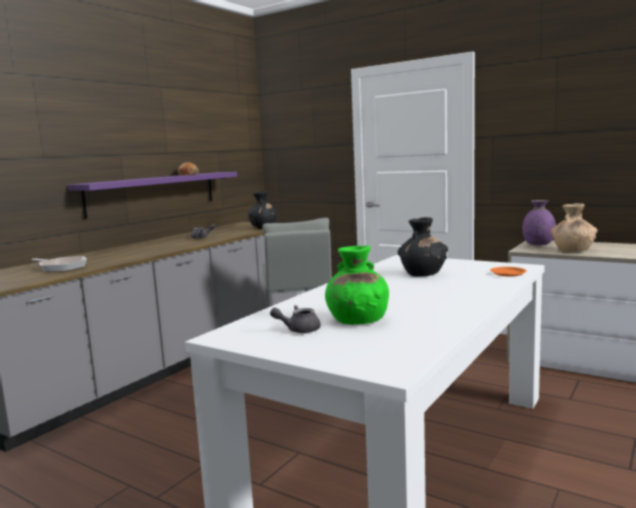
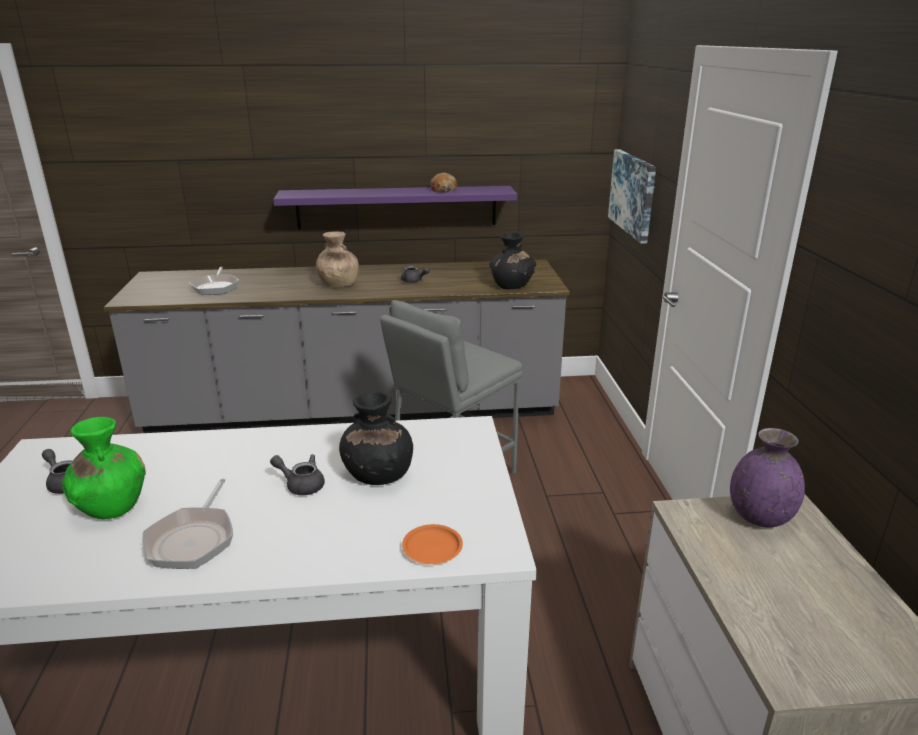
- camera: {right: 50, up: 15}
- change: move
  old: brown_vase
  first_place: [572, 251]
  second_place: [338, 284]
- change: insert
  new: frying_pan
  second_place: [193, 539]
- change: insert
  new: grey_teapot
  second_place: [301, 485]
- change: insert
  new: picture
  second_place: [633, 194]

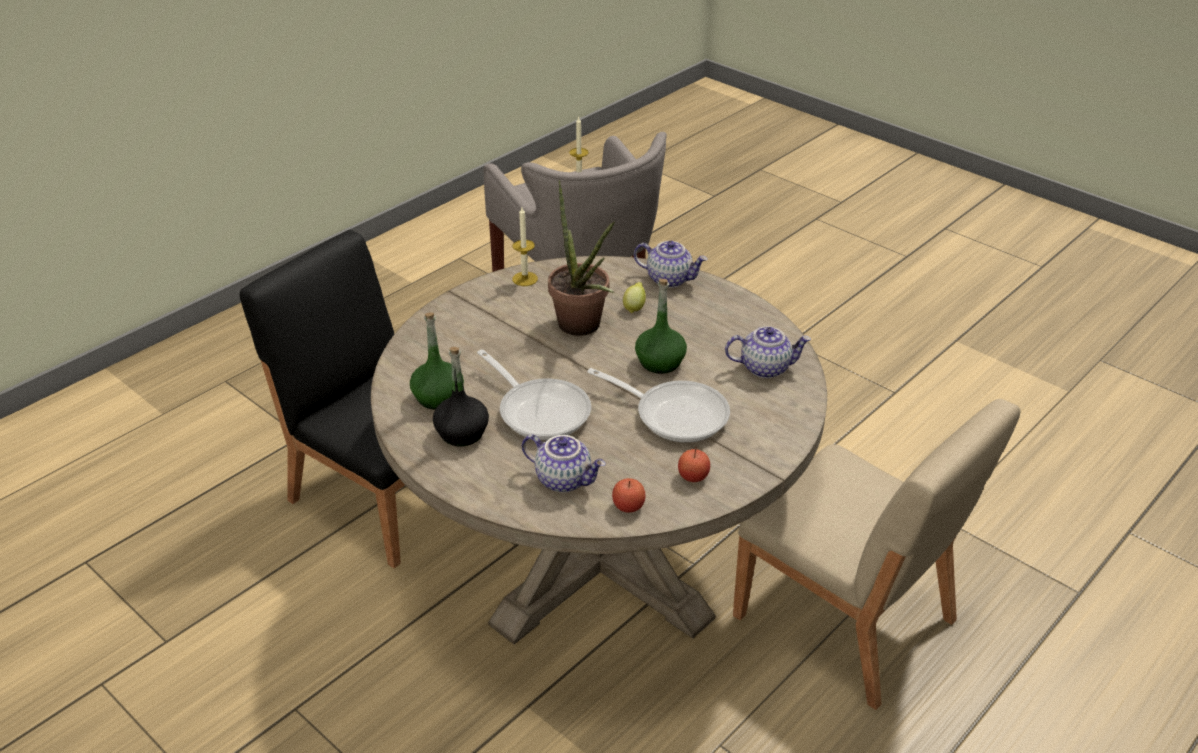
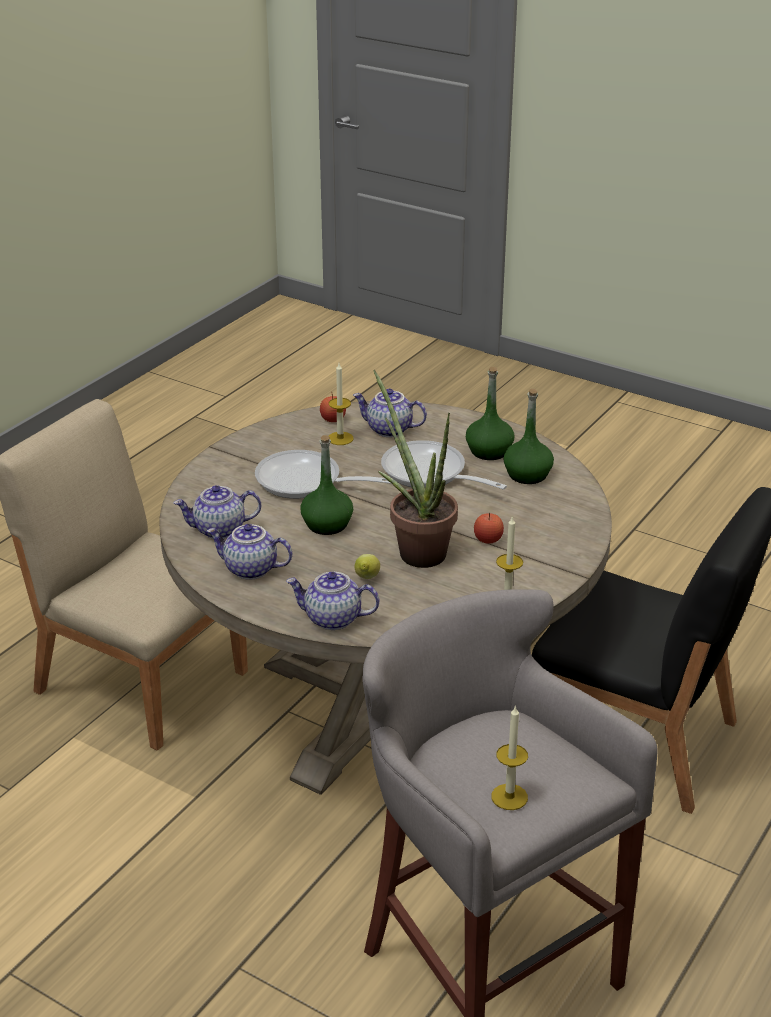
- camera: {right: 170, up: -5}
- change: recolor
  old: black_bottle
  new: green_bottle
  first_place: [462, 433]
  second_place: [489, 451]
- change: move
  old: apple
  first_place: [693, 476]
  second_place: [488, 539]
- change: insert
  new: teapot
  second_place: [249, 570]
- change: insert
  new: candle
  second_place: [340, 438]

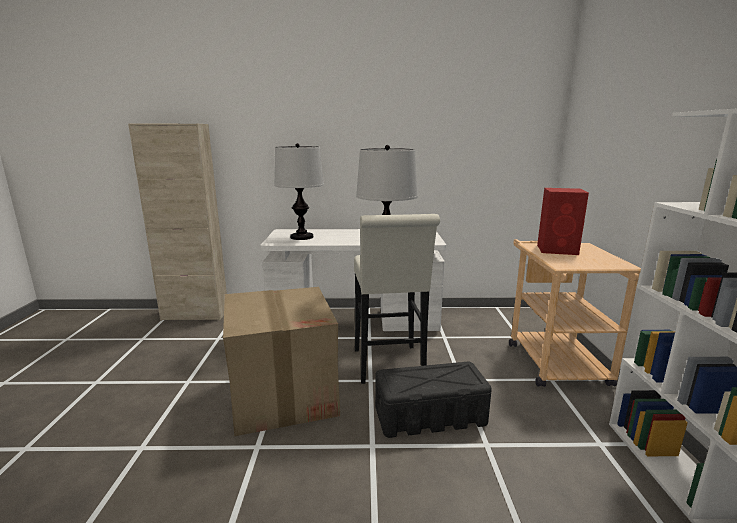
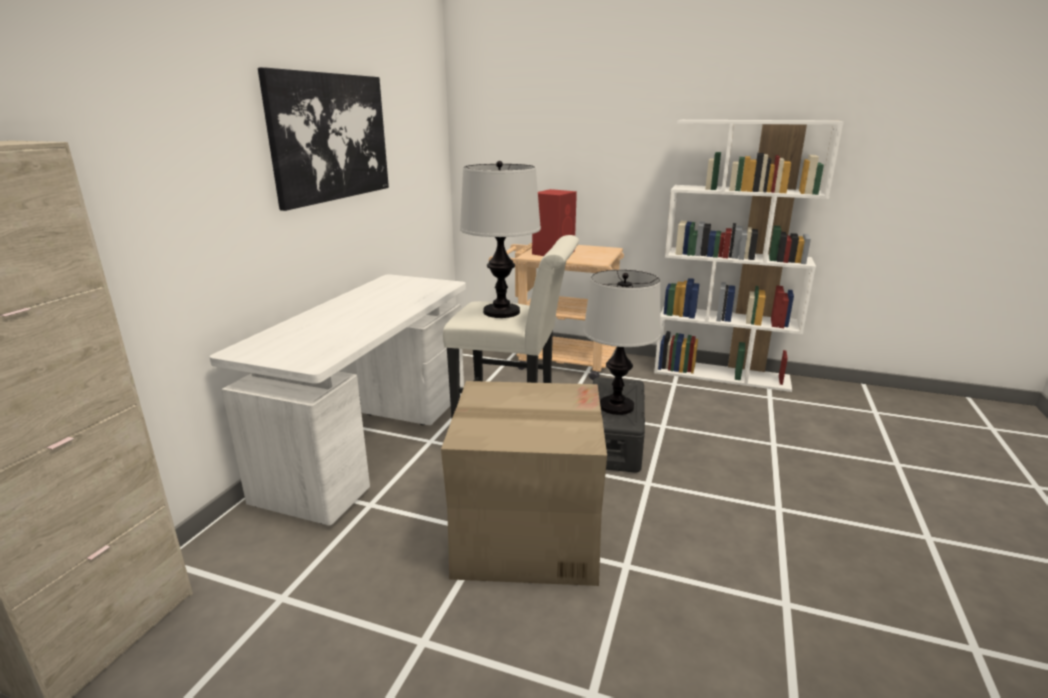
- camera: {right: -70, up: 5}
- change: move
  old: table_lamp
  first_place: [302, 237]
  second_place: [616, 406]
- change: insert
  new: picture
  second_place: [330, 137]

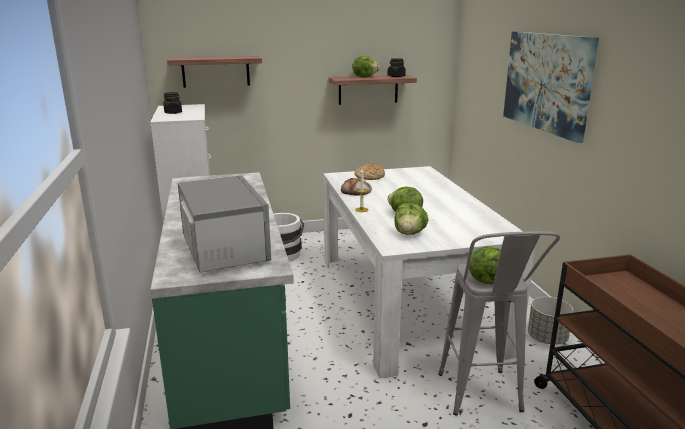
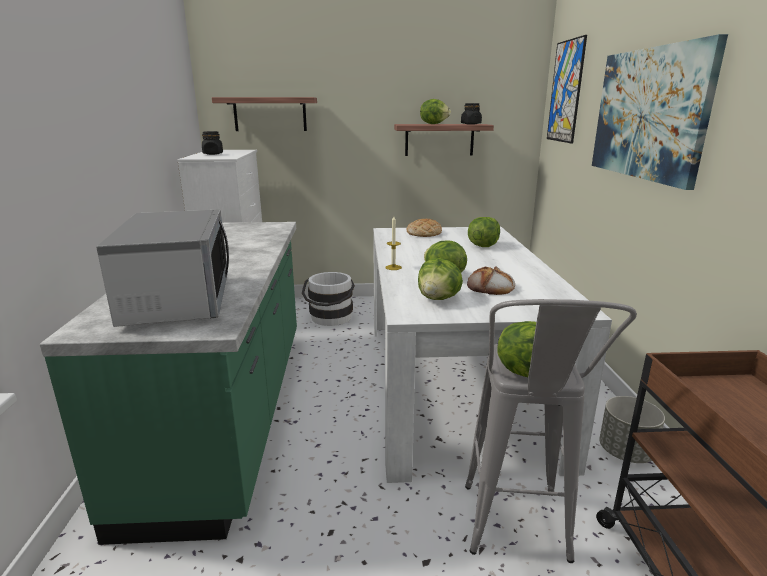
- camera: {right: 10, up: 0}
- change: move
  old: bread
  first_place: [356, 191]
  second_place: [491, 287]
- change: insert
  new: lettuce
  second_place: [482, 246]
- change: insert
  new: picture
  second_place: [565, 91]

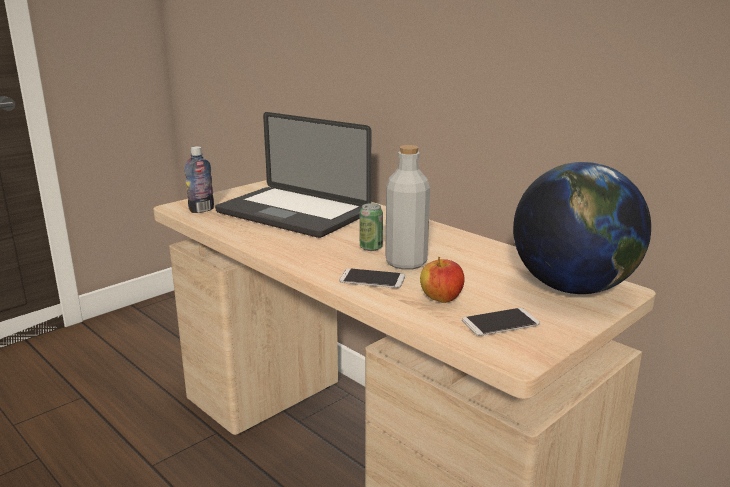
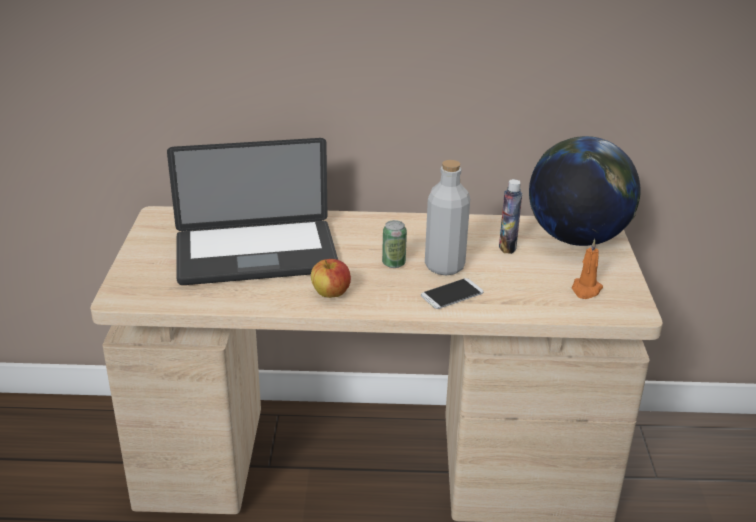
- camera: {right: -45, up: 10}
- change: move
  old: bottle
  first_place: [201, 210]
  second_place: [507, 247]
- change: move
  old: apple
  first_place: [441, 299]
  second_place: [331, 294]
- change: replace
  old: phone
  new: orange_candle
  first_place: [500, 323]
  second_place: [586, 290]

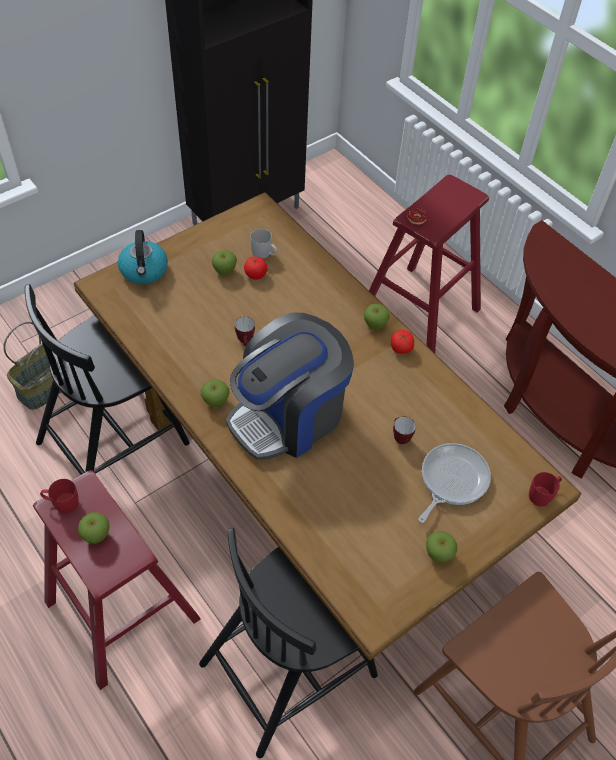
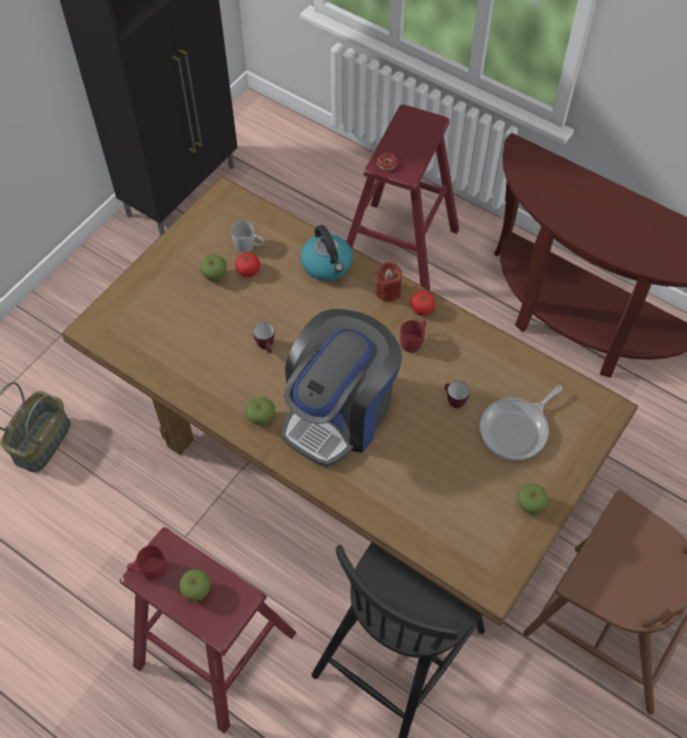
- camera: {right: -15, up: 5}
- change: delete
  old: black_chair
  first_place: [115, 440]
- change: move
  old: kettle
  first_place: [144, 271]
  second_place: [327, 265]
- change: replace
  old: apple
  new: red_candle
  first_place: [375, 325]
  second_place: [388, 292]
- change: rotate
  old: frying_pan
  first_place: [451, 480]
  second_place: [516, 429]
  degrees: -150
- change: move
  old: red_mug
  first_place: [543, 494]
  second_place: [414, 341]

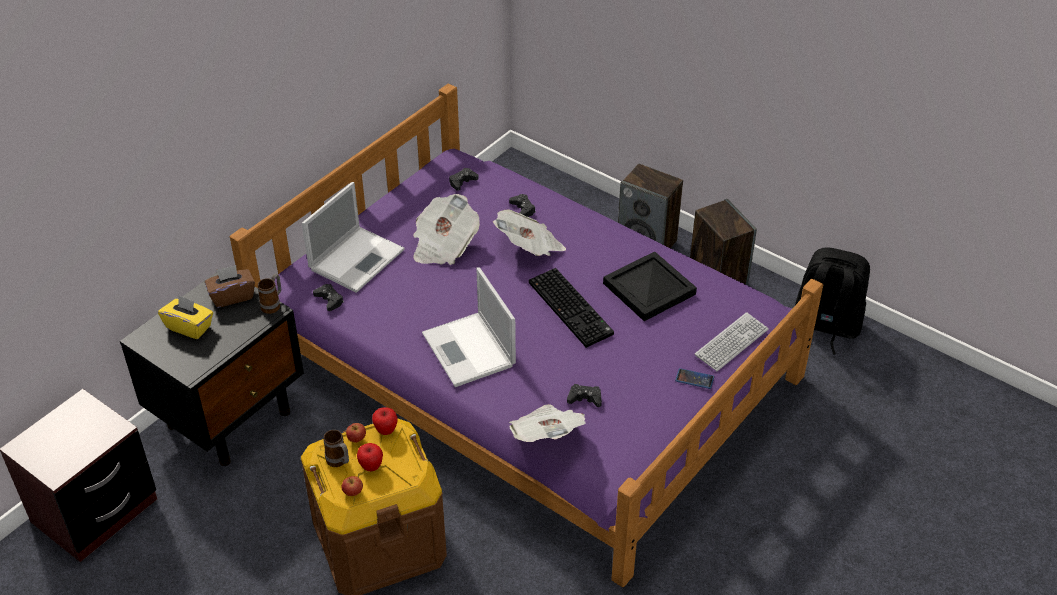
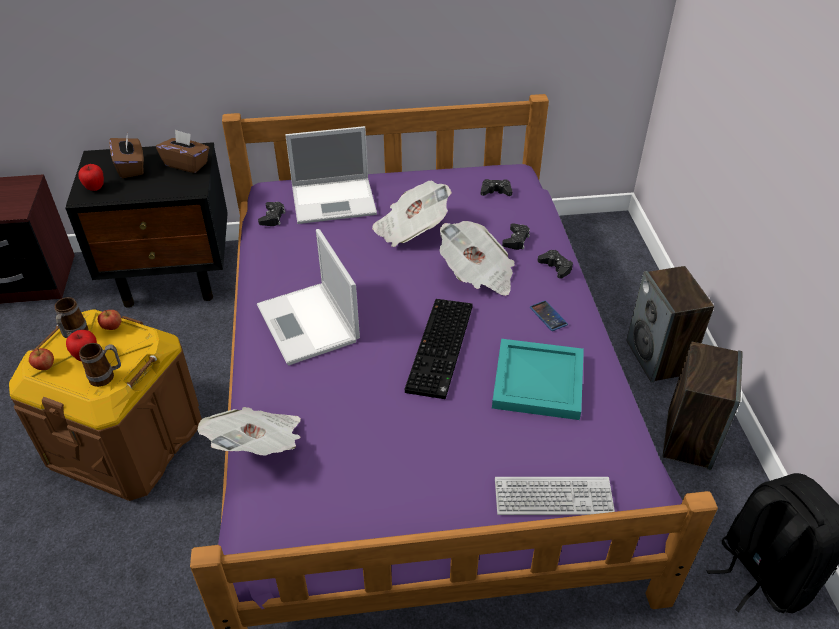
- camera: {right: 45, up: 0}
- change: recolor
  old: yellow_tissue_box
  new: brown_tissue_box
  first_place: [189, 327]
  second_place: [131, 167]
- change: move
  old: mug
  first_place: [273, 305]
  second_place: [107, 377]
- change: move
  old: apple
  first_place: [386, 430]
  second_place: [95, 188]
- change: rotate
  old: laptop
  first_place: [469, 351]
  second_place: [309, 324]
  degrees: -45
- change: move
  old: black_game_controller
  first_place: [585, 398]
  second_place: [555, 267]
- change: recolor
  old: black_tray
  new: turquoise_tray
  first_place: [649, 288]
  second_place: [539, 381]
- change: move
  old: phone
  first_place: [694, 379]
  second_place: [548, 316]

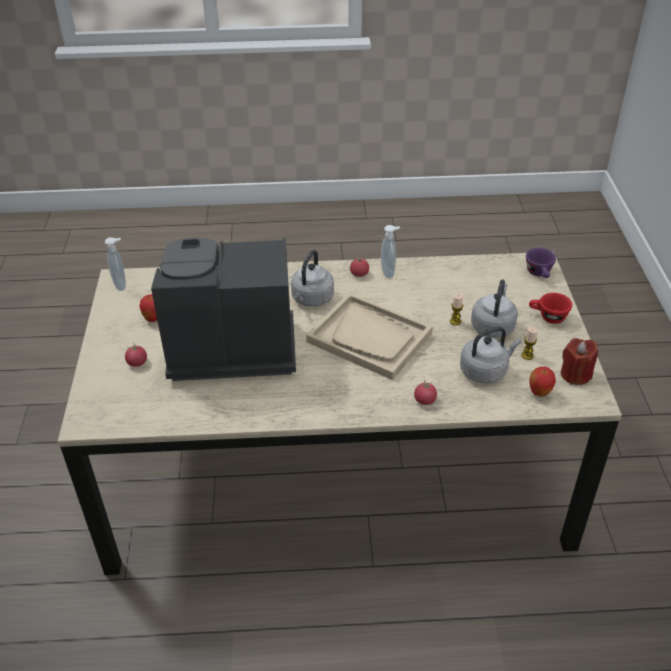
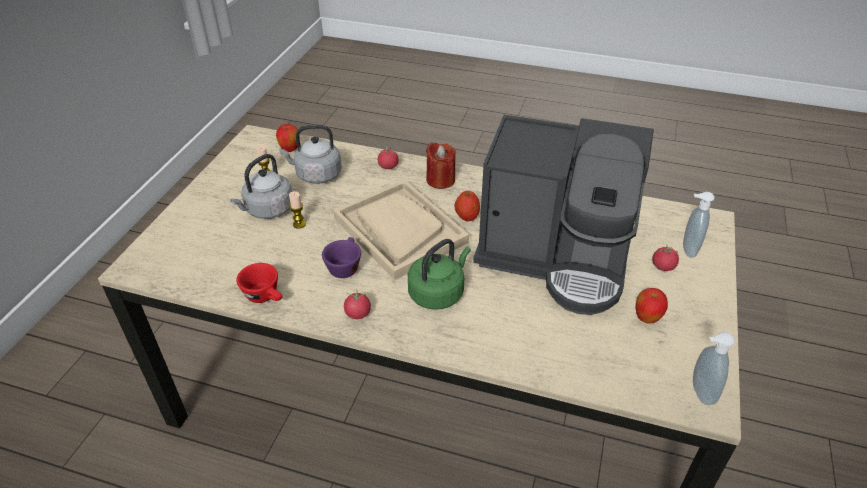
- camera: {right: -160, up: 0}
- change: recolor
  old: grey_kettle
  new: green_kettle
  first_place: [311, 299]
  second_place: [438, 293]
- change: move
  old: soap_dispenser
  first_place: [389, 272]
  second_place: [687, 249]
- change: move
  old: purple_cup
  first_place: [540, 274]
  second_place: [344, 266]
- change: move
  old: red_cup
  first_place: [547, 317]
  second_place: [266, 297]
- change: move
  old: red_candle
  first_place: [575, 375]
  second_place: [440, 180]
- change: insert
  new: apple
  second_place: [467, 217]

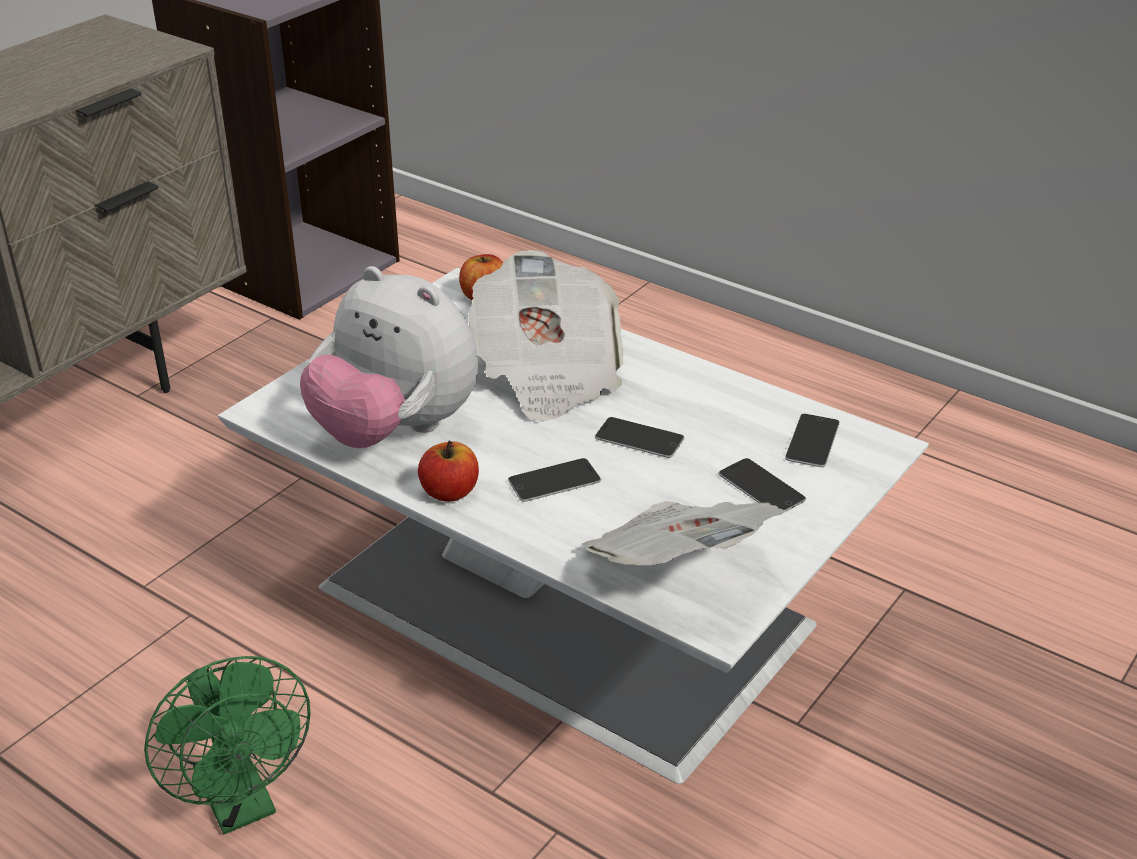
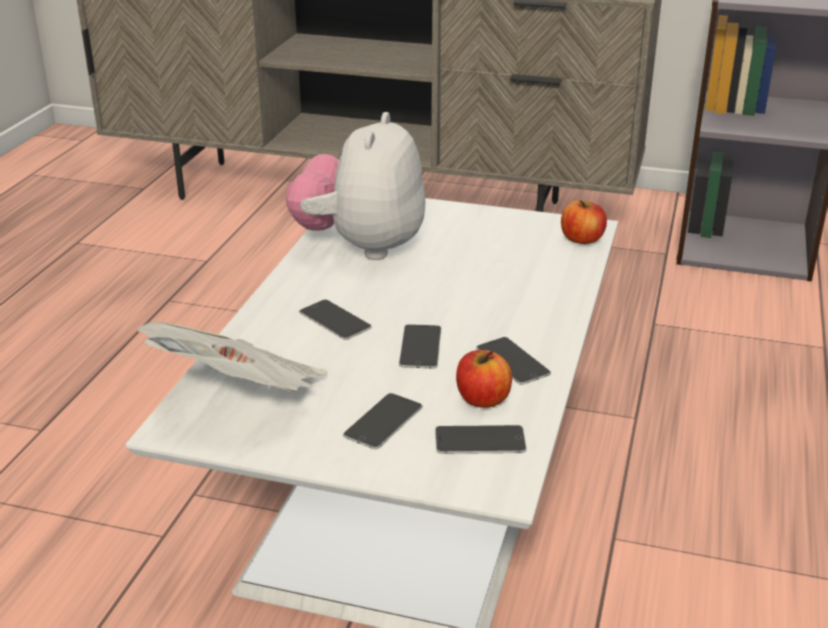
- camera: {right: 70, up: -5}
- change: delete
  old: green_fan
  first_place: [242, 804]
- change: move
  old: apple
  first_place: [450, 492]
  second_place: [482, 399]
- change: delete
  old: newspaper
  first_place: [546, 373]
- change: insert
  new: phone
  second_place: [512, 361]

